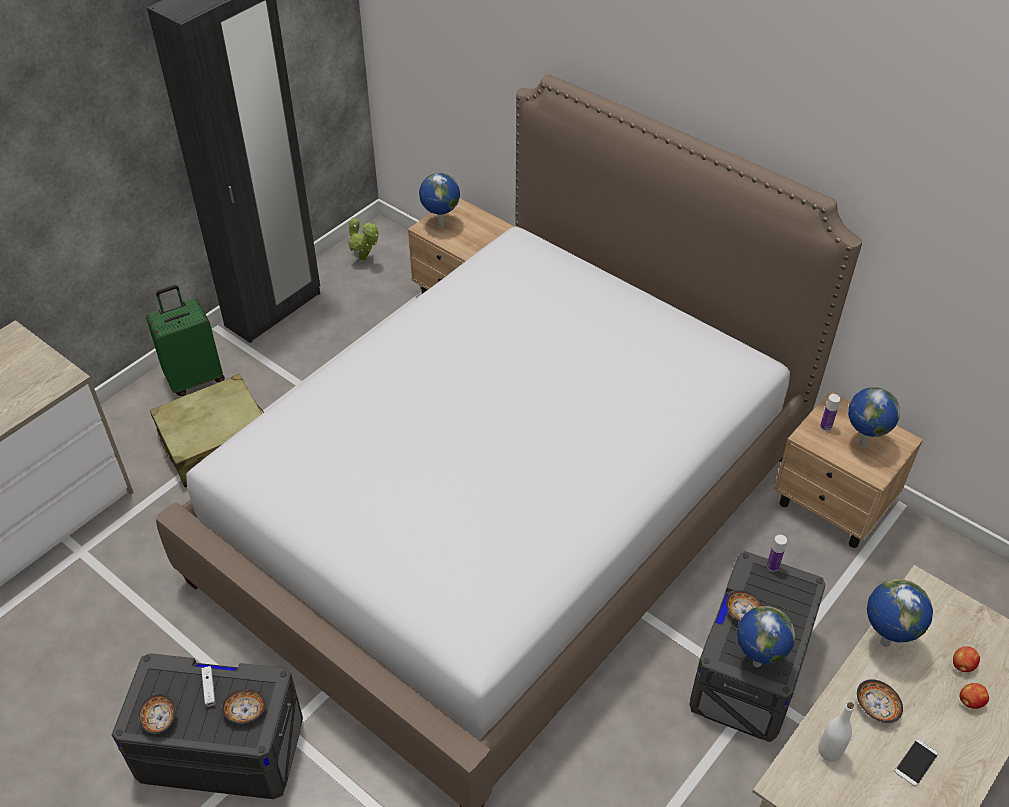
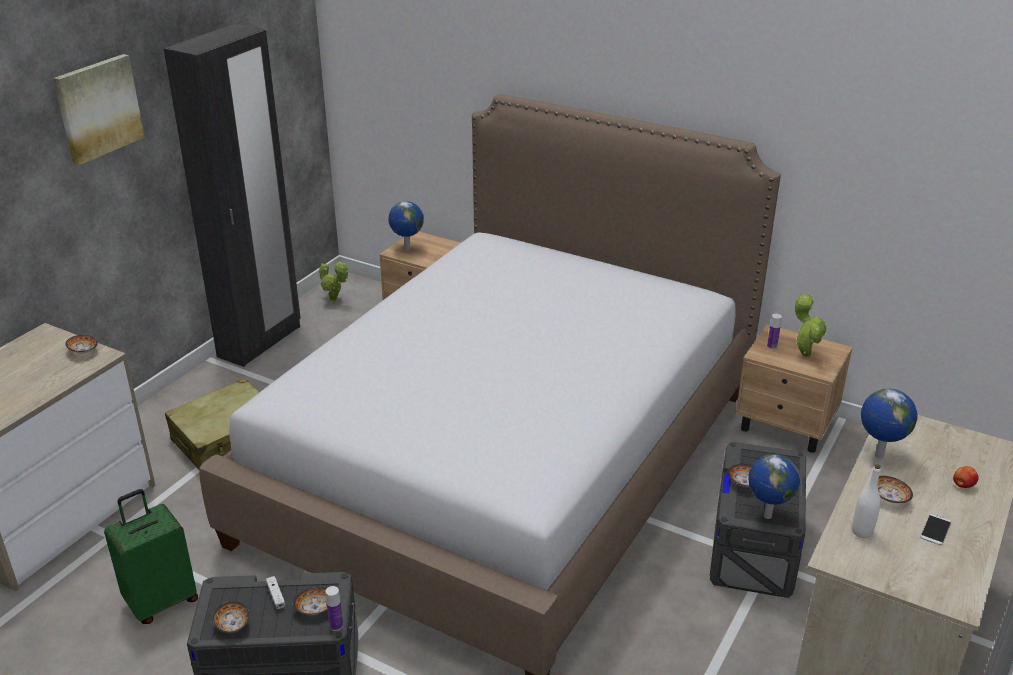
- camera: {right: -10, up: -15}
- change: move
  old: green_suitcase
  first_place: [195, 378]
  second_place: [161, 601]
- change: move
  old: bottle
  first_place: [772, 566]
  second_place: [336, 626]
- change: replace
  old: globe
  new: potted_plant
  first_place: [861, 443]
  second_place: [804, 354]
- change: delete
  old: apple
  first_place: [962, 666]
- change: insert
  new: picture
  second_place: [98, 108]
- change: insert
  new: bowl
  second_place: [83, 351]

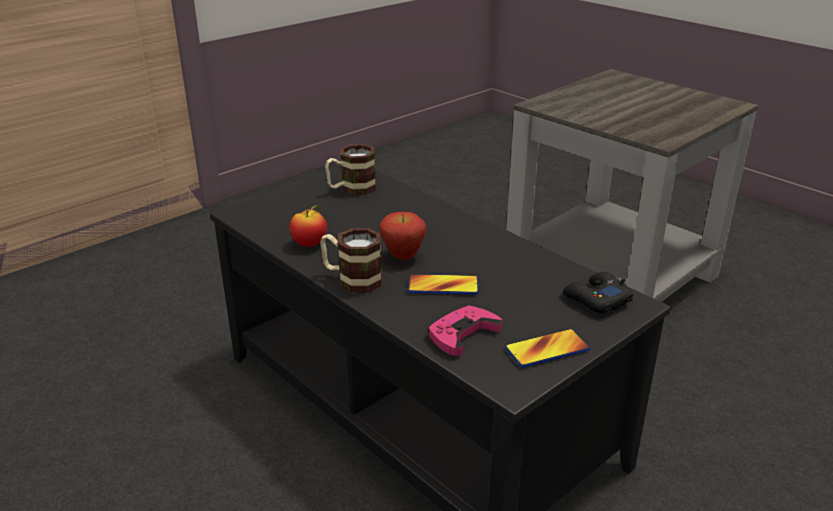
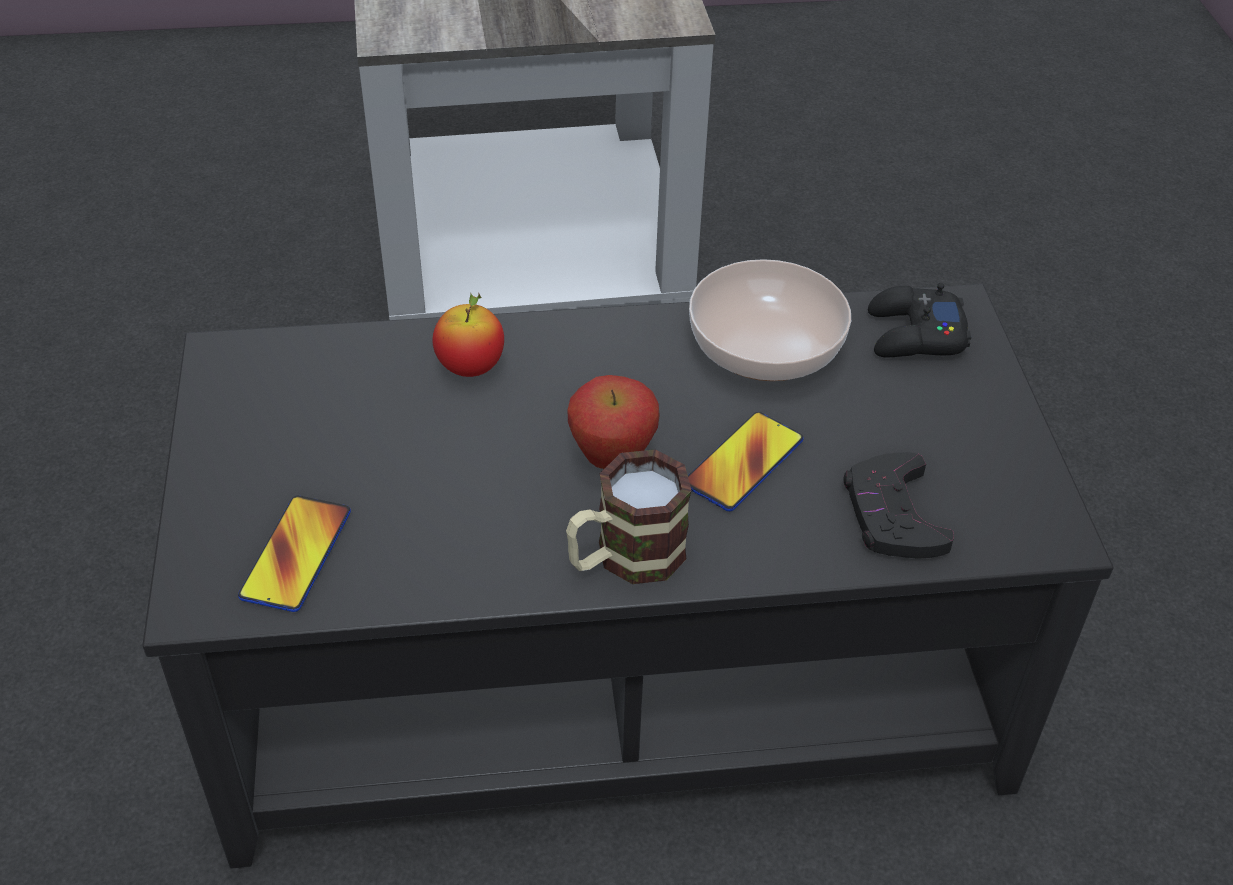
- camera: {right: -55, up: 15}
- change: move
  old: apple
  first_place: [309, 244]
  second_place: [470, 367]
- change: delete
  old: mug
  first_place: [351, 189]
- change: recolor
  old: pink_game_controller
  new: black_game_controller
  first_place: [462, 334]
  second_place: [893, 514]
- change: move
  old: phone
  first_place: [547, 349]
  second_place: [296, 555]
- change: insert
  new: bowl
  second_place: [765, 349]

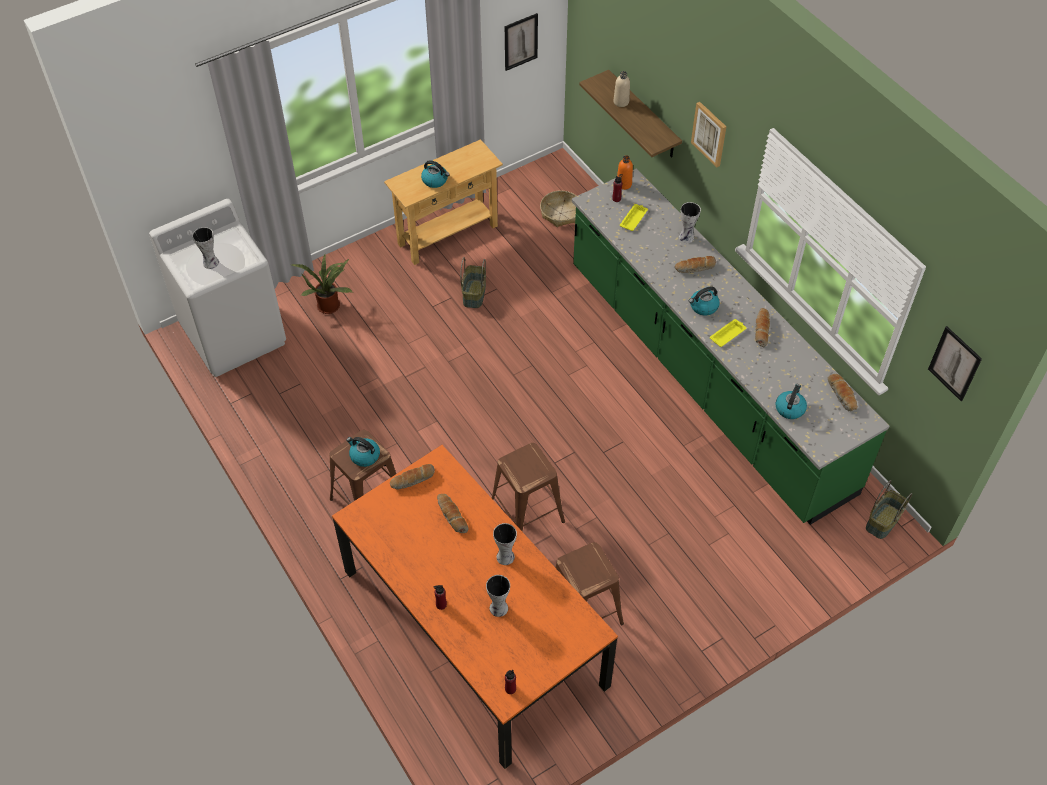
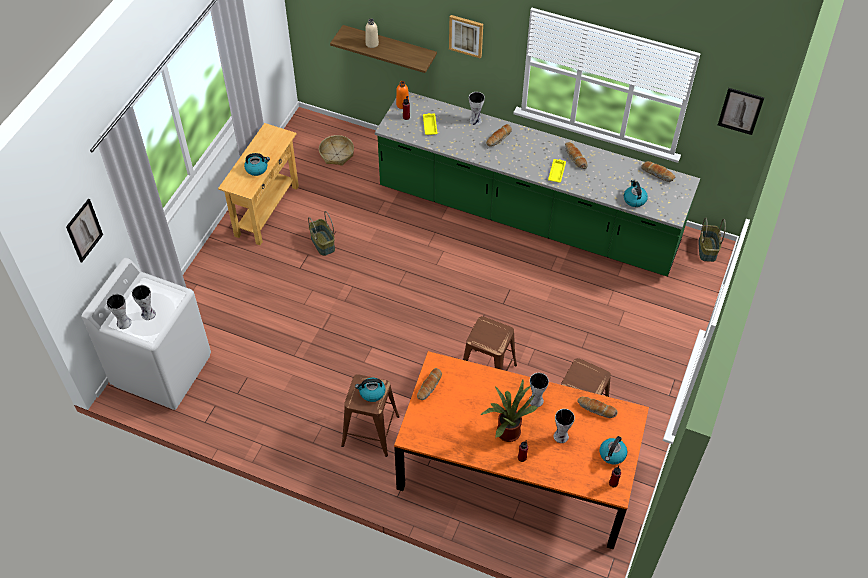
- camera: {right: -35, up: 0}
- change: move
  old: potted_plant
  first_place: [329, 304]
  second_place: [507, 430]
- change: move
  old: bread
  first_place: [451, 516]
  second_place: [596, 409]
- change: move
  old: picture
  first_place: [520, 41]
  second_place: [84, 230]
- change: move
  old: kettle
  first_place: [703, 307]
  second_place: [612, 454]
- change: insert
  new: vase
  second_place: [123, 323]

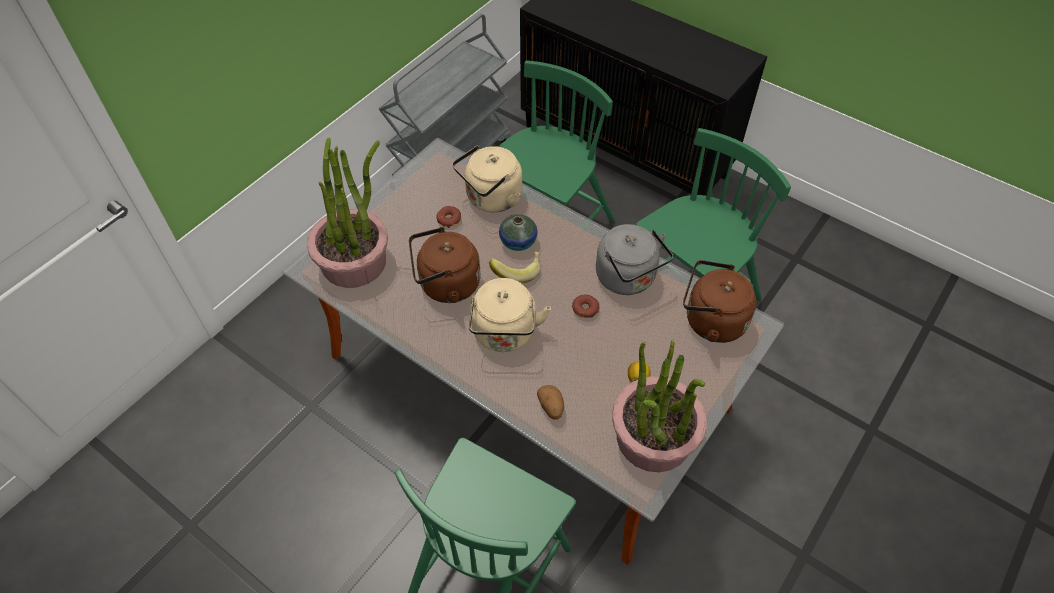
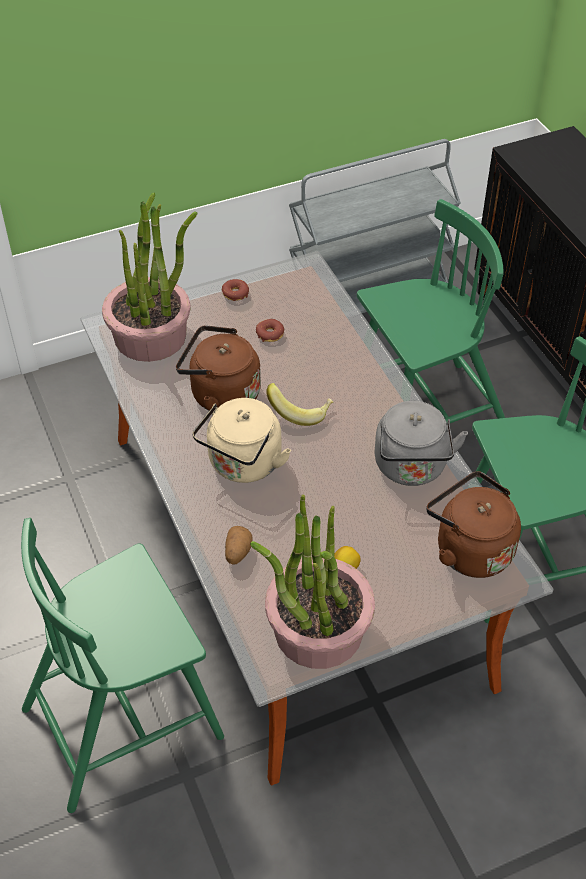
- camera: {right: 30, up: -5}
- change: delete
  old: beige_kettle
  first_place: [491, 199]
- change: delete
  old: vase
  first_place: [518, 241]
- change: move
  old: donut
  first_place: [585, 309]
  second_place: [235, 293]

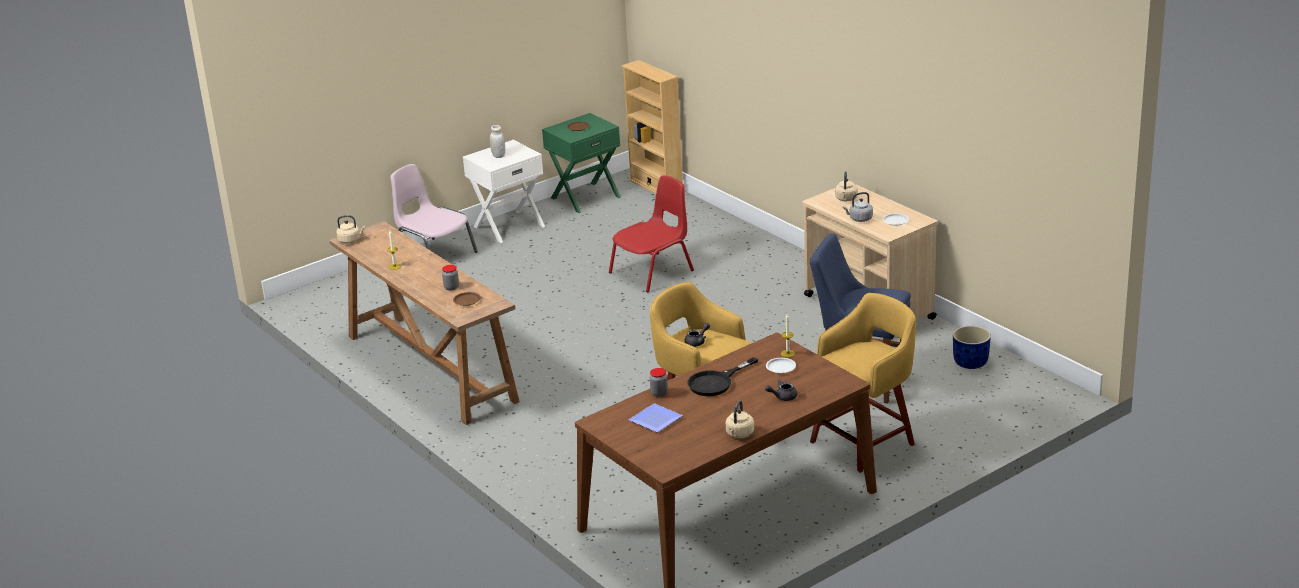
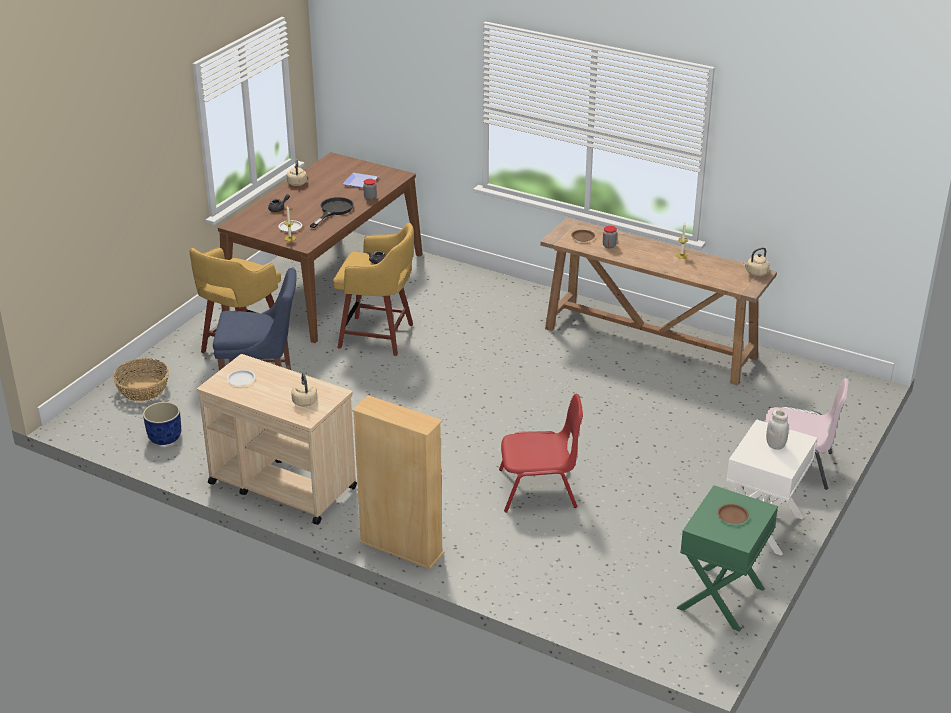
- camera: {right: 155, up: 5}
- change: rotate
  old: red_chair
  first_place: [653, 272]
  second_place: [539, 489]
  degrees: -120
- change: move
  old: beige_bookcase
  first_place: [656, 187]
  second_place: [401, 548]
- change: delete
  old: grey_kettle
  first_place: [859, 219]
- change: insert
  new: basket
  second_place: [143, 389]

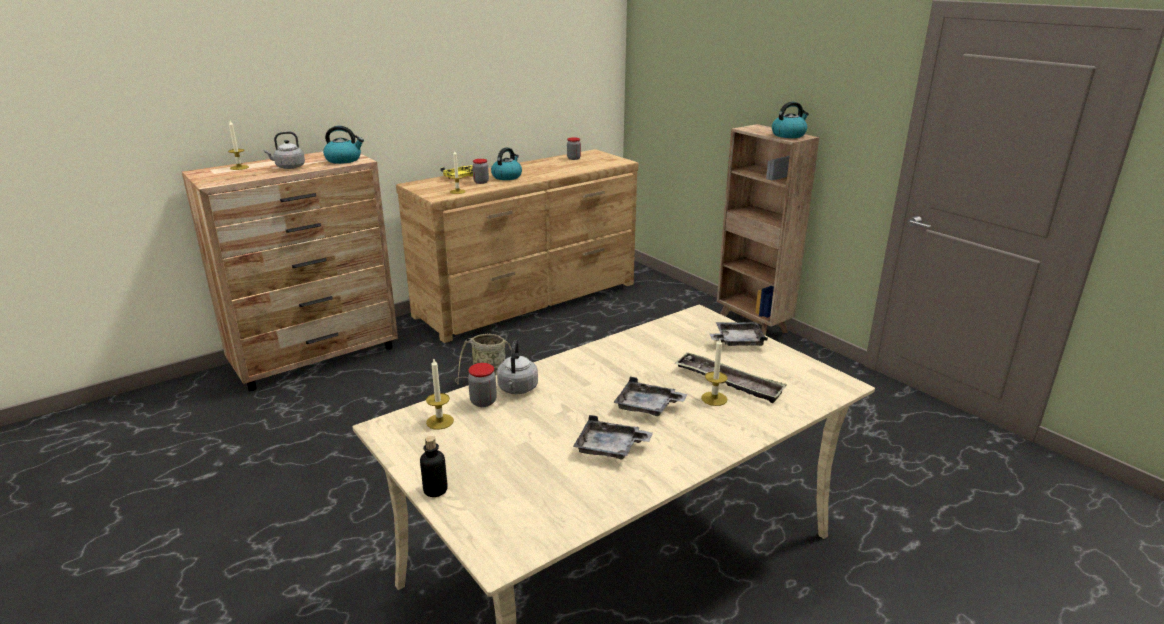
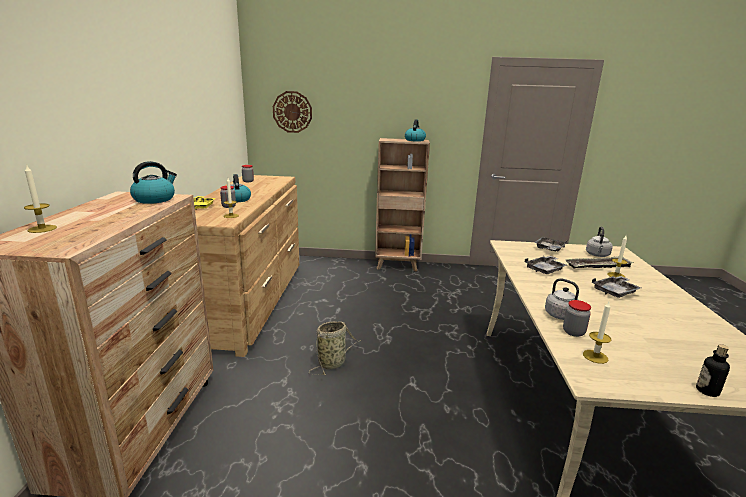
- camera: {right: -50, up: -5}
- change: move
  old: grey_kettle
  first_place: [288, 167]
  second_place: [597, 255]
- change: move
  old: grey_tray
  first_place: [610, 448]
  second_place: [545, 270]
- change: insert
  new: wall_clock
  second_place: [292, 112]

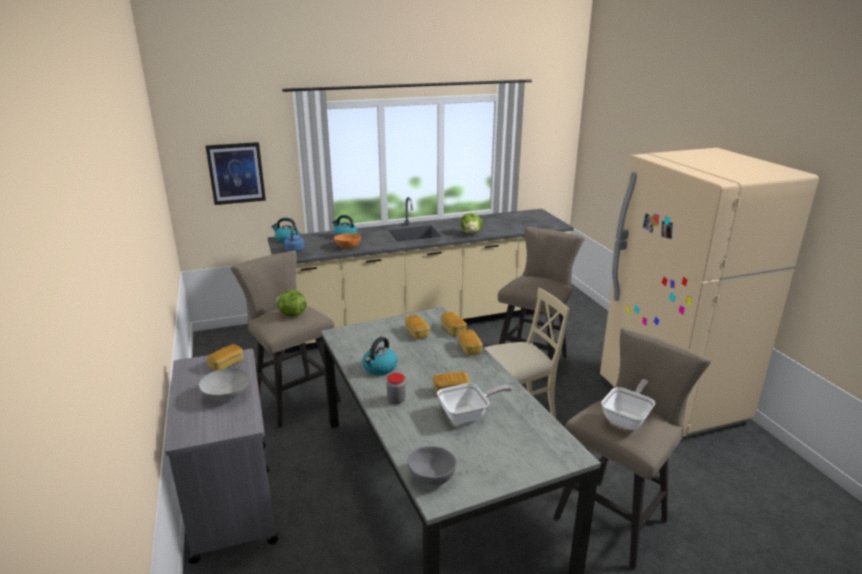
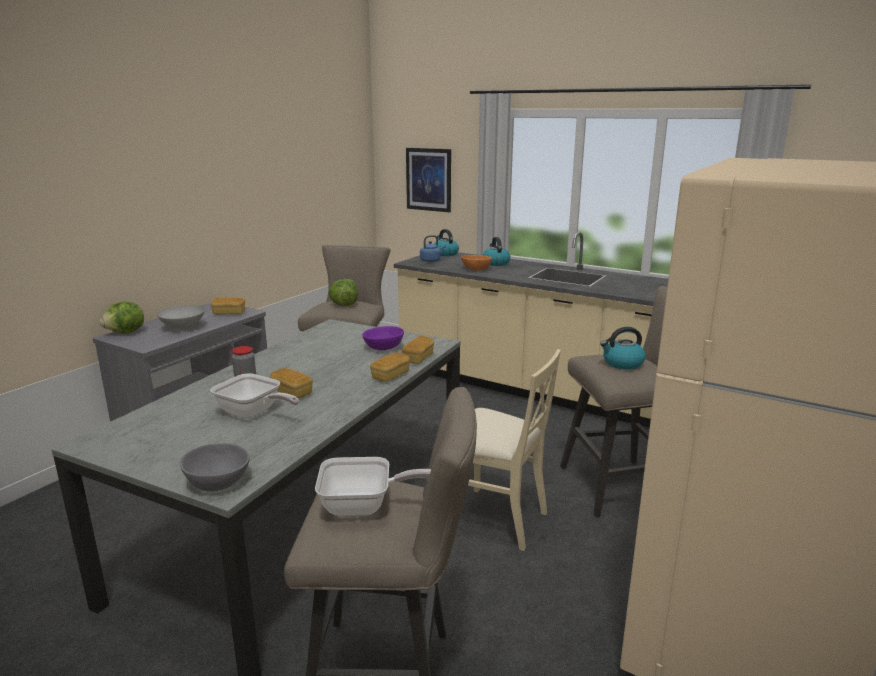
- camera: {right: 50, up: -5}
- change: move
  old: kettle
  first_place: [379, 368]
  second_place: [622, 363]
- change: replace
  old: bread
  new: purple_bowl
  first_place: [417, 333]
  second_place: [384, 348]
- change: move
  old: grey_bowl
  first_place: [432, 477]
  second_place: [217, 482]
- change: move
  old: lettuce
  first_place: [471, 233]
  second_place: [126, 332]

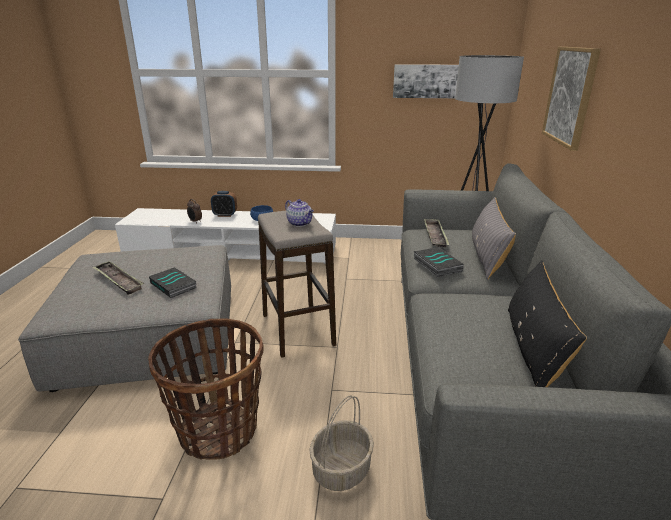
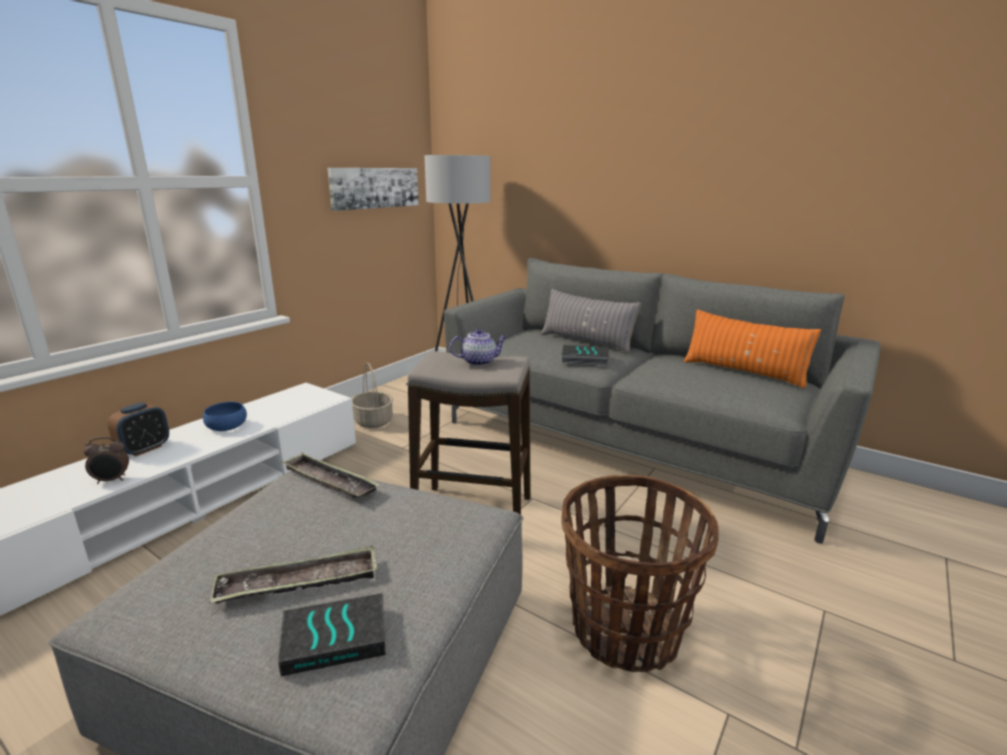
- camera: {right: -60, up: -5}
- change: move
  old: book
  first_place: [174, 285]
  second_place: [336, 638]
- change: move
  old: basket
  first_place: [341, 468]
  second_place: [373, 421]
- change: move
  old: tray
  first_place: [435, 236]
  second_place: [329, 481]
- change: recolor
  old: black_pillow
  new: orange_pillow
  first_place: [532, 348]
  second_place: [743, 372]
- change: delete
  old: picture
  first_place: [570, 96]

